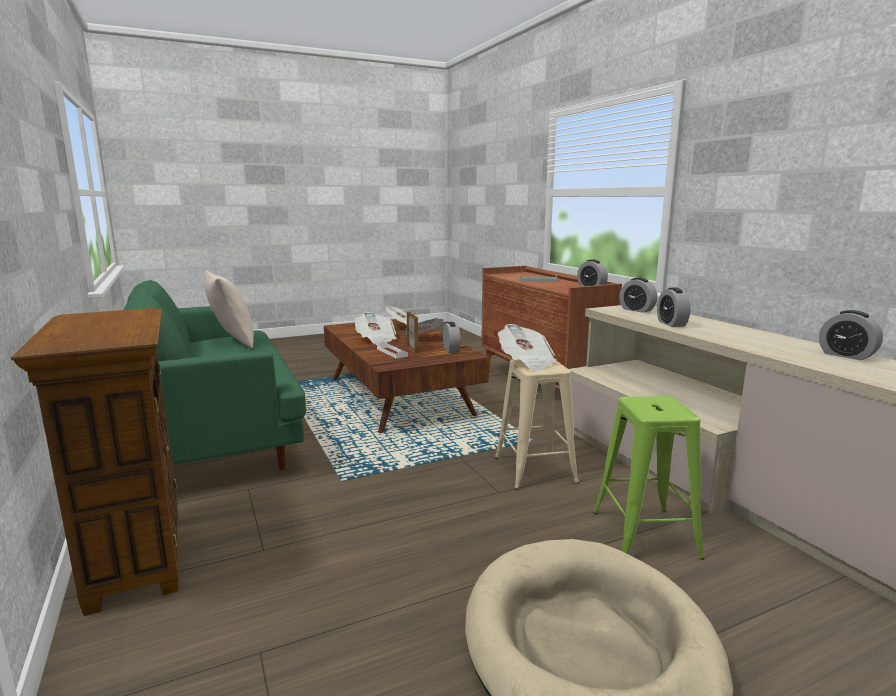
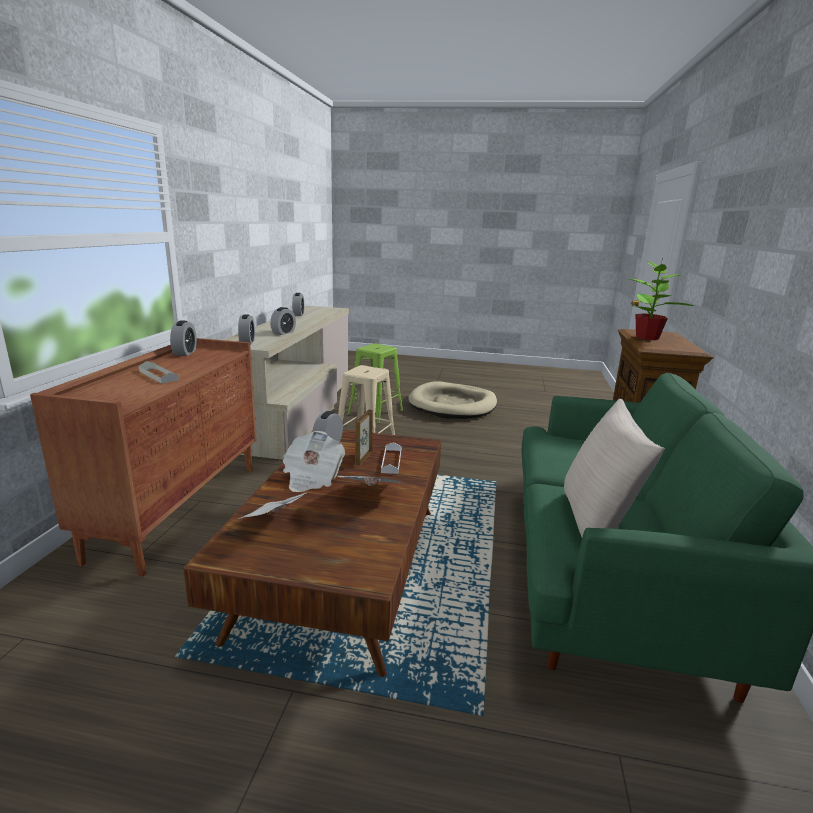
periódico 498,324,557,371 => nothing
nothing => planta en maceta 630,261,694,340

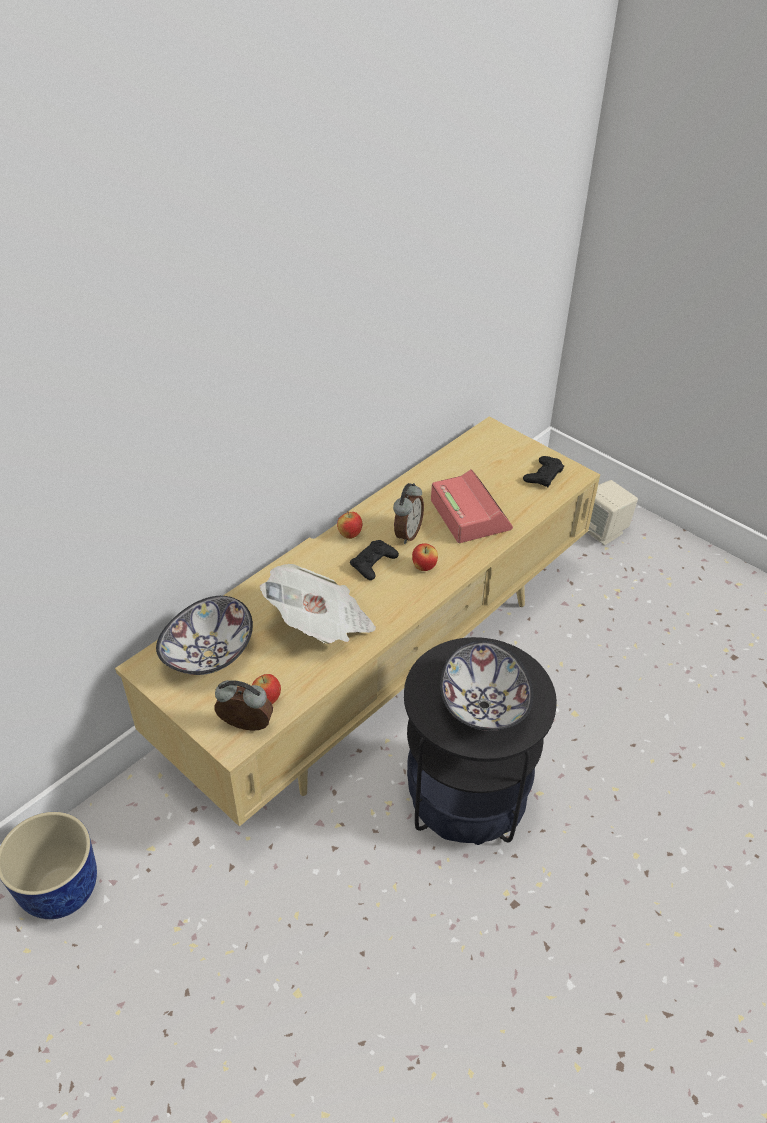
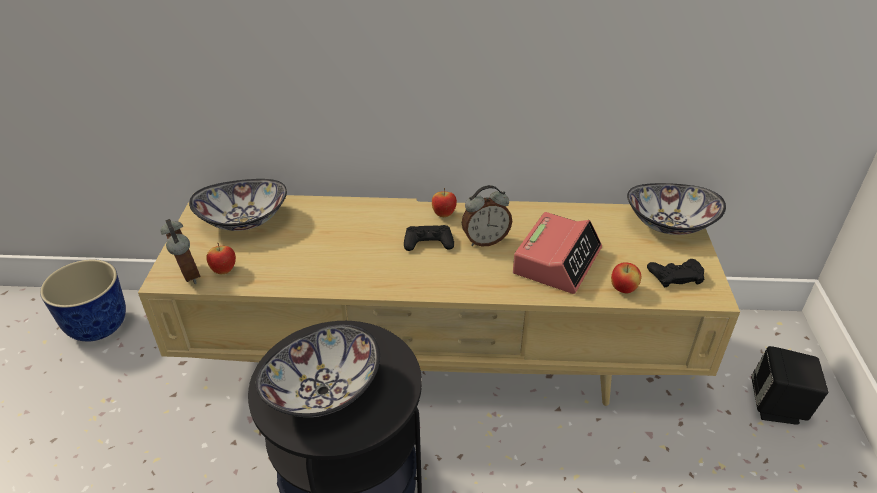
periódico 260,564,376,644 => nothing
manzana 412,543,438,571 => manzana 611,262,641,293, relocated
altavoz [beis] 587,480,638,546 => altavoz [negro] 751,346,828,425
nothing => cuenco 627,183,726,235

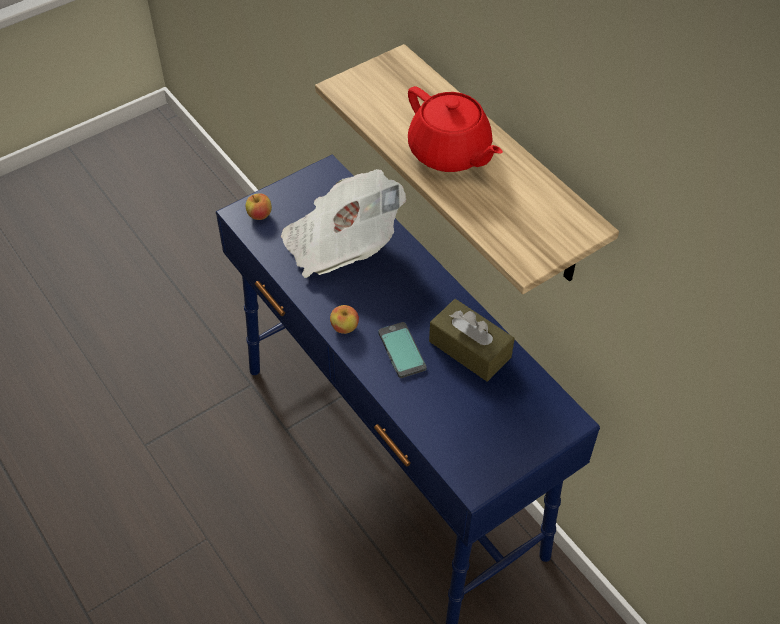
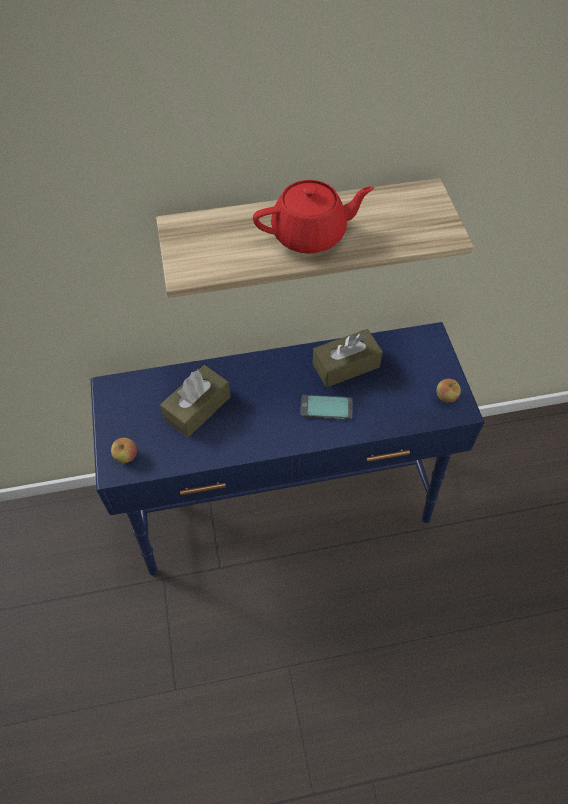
periódico 281,169,406,278 => caja de pañuelos [marrón] 160,365,230,438
manzana 330,305,359,334 => manzana 437,379,461,402, relocated

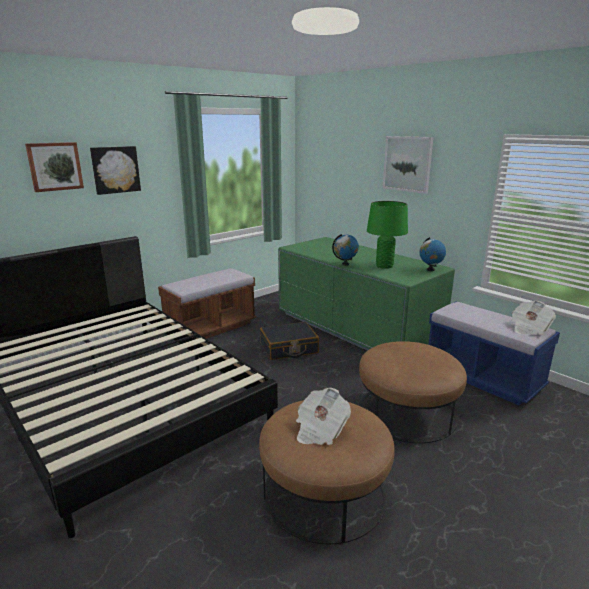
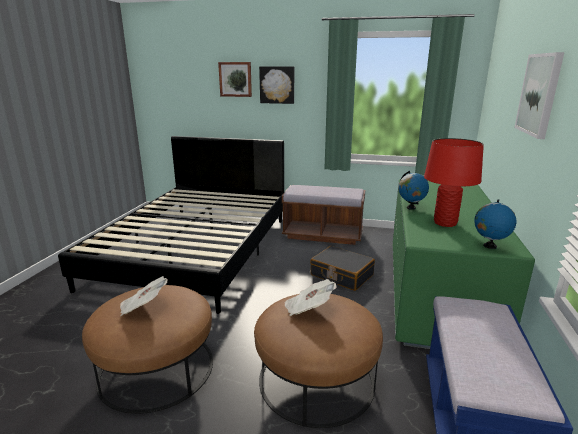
lámpara de mesa [verde] 367,201,408,269 => lámpara de mesa [rojo] 424,138,484,227
periódico 511,301,556,335 => periódico 284,279,336,316, relocated

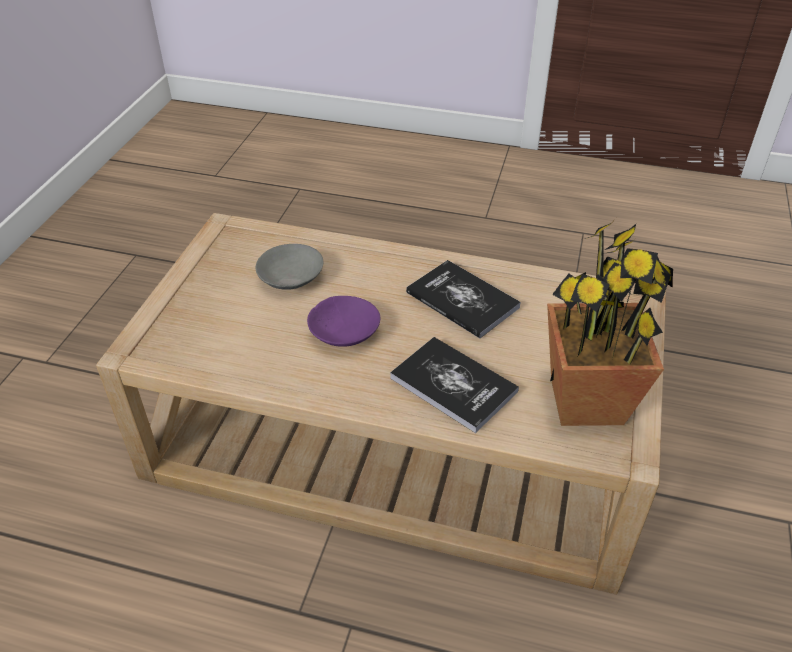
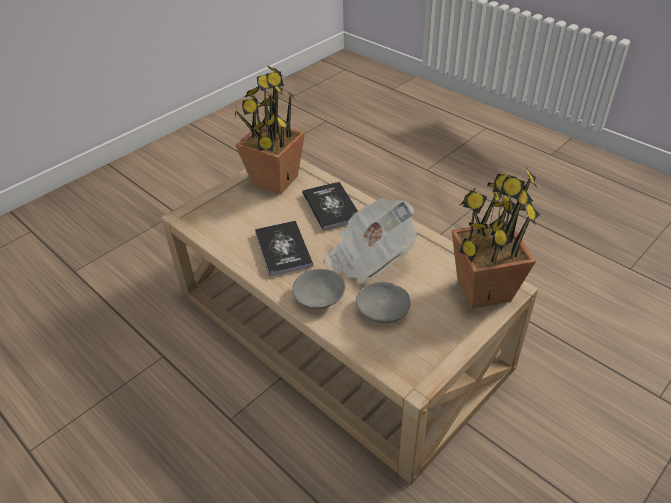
cuenco [morado] 307,296,380,347 => periódico 325,198,417,283
nothing => cuenco [gris] 292,269,346,309
nothing => planta en maceta 452,167,540,309

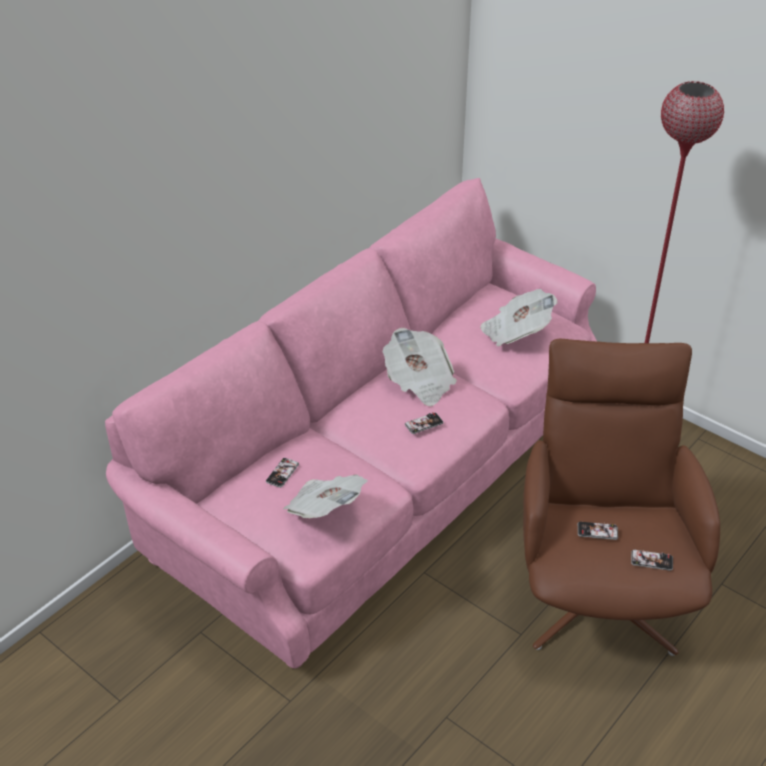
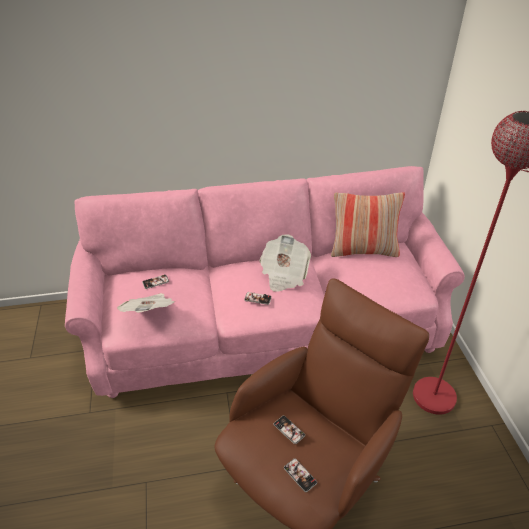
periódico 480,289,558,347 => nothing
nothing => cojín 331,192,405,257

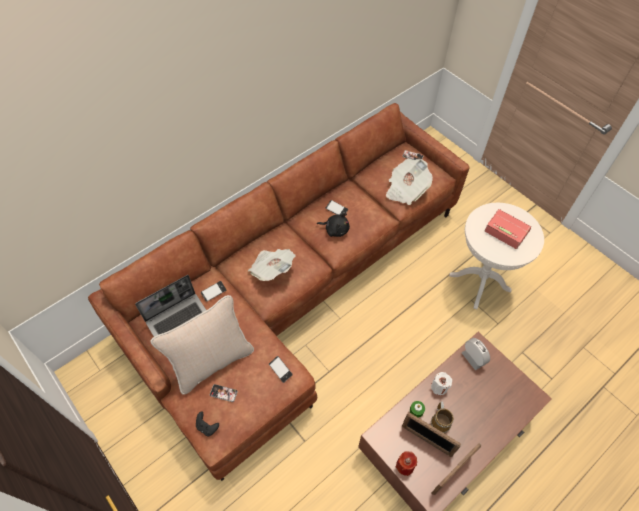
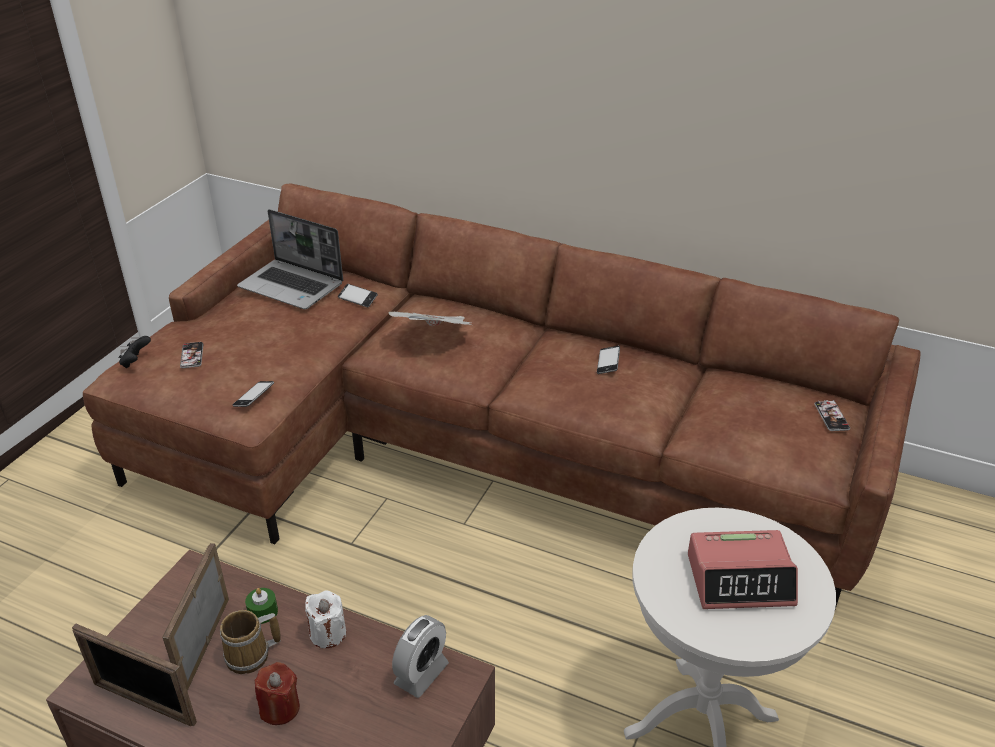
cojín [beis] 150,295,254,394 => nothing
peluche [negro] 317,214,350,237 => nothing
periódico 386,159,433,205 => nothing
vela [rojo] 395,451,417,476 => vela [rojo] 255,662,300,725, relocated
despertador 485,209,531,249 => despertador 688,530,798,609, 75 degrees clockwise

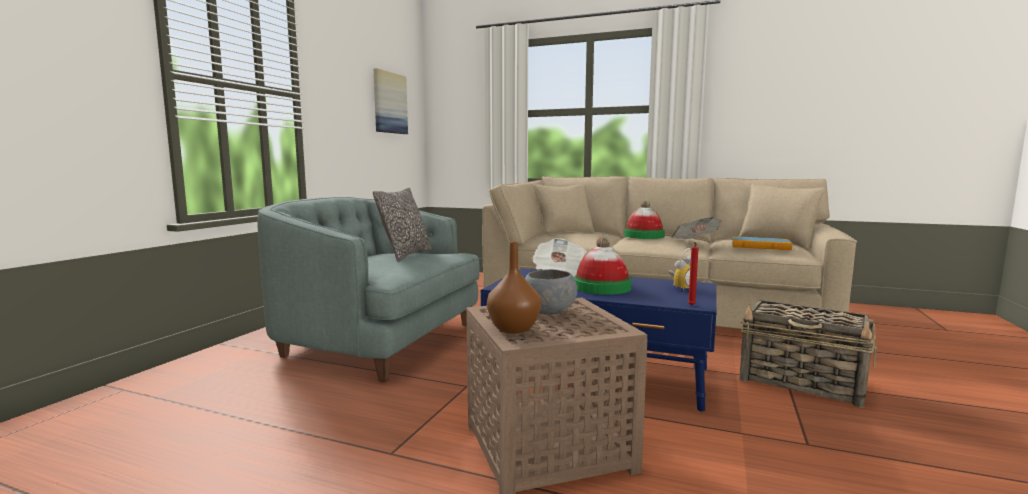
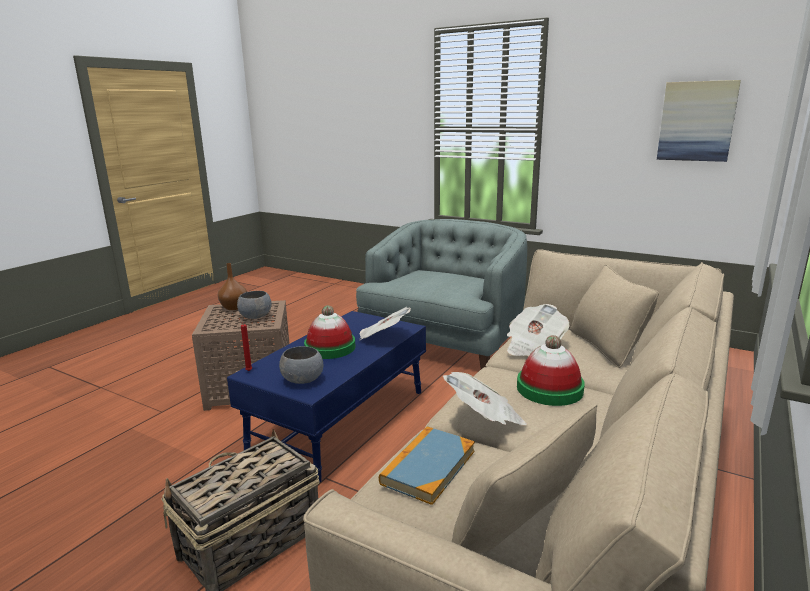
cojín 373,188,432,262 => nothing
despertador 668,248,691,291 => cuenco [gris] 279,346,323,384
nothing => periódico 507,304,570,356

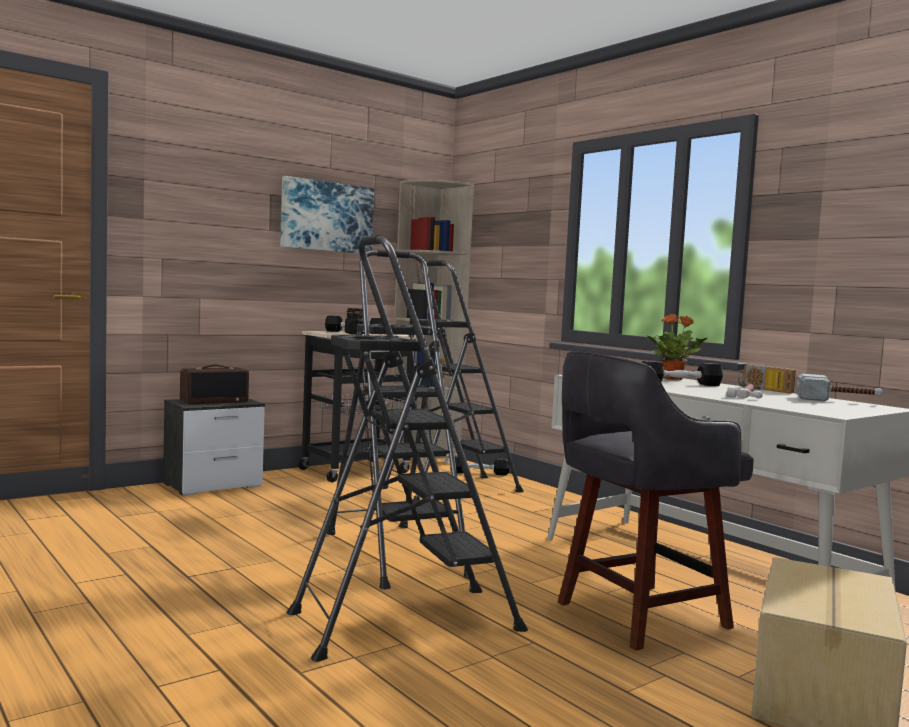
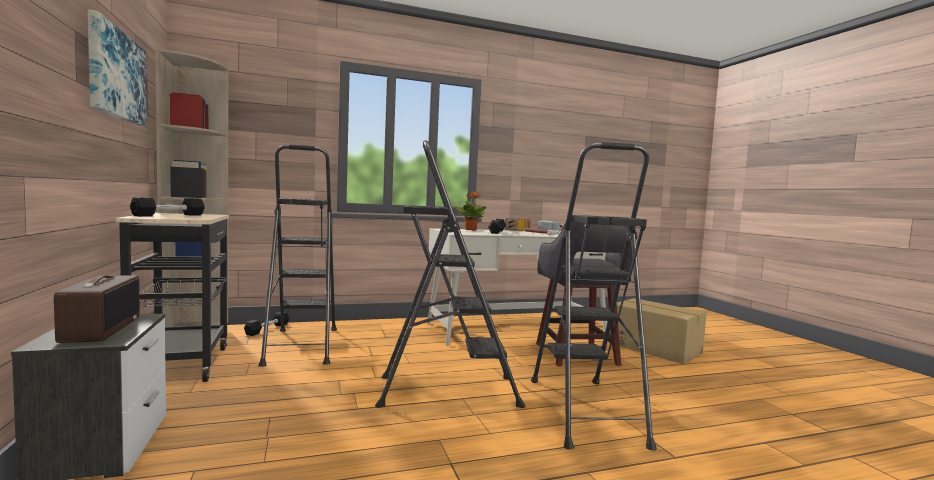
tarro [negro] 345,308,364,335 => nothing

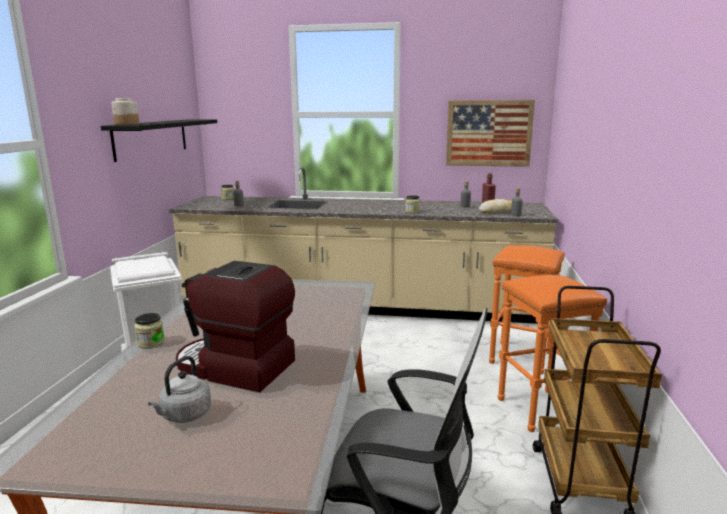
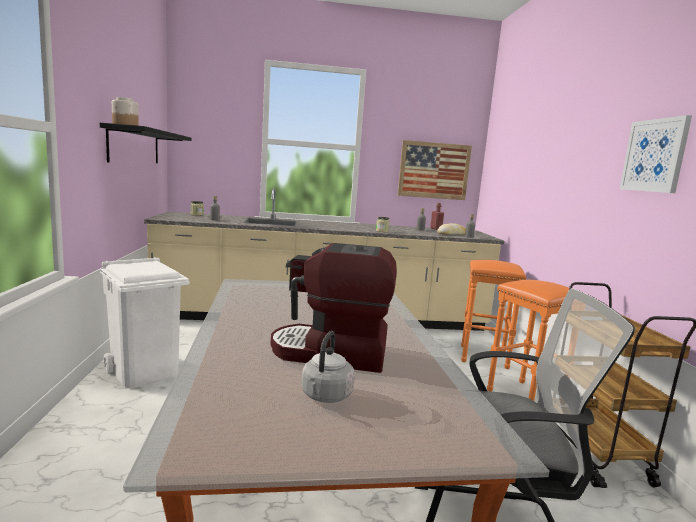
tarro 134,313,165,348 => nothing
nothing => cuadro 620,115,692,193

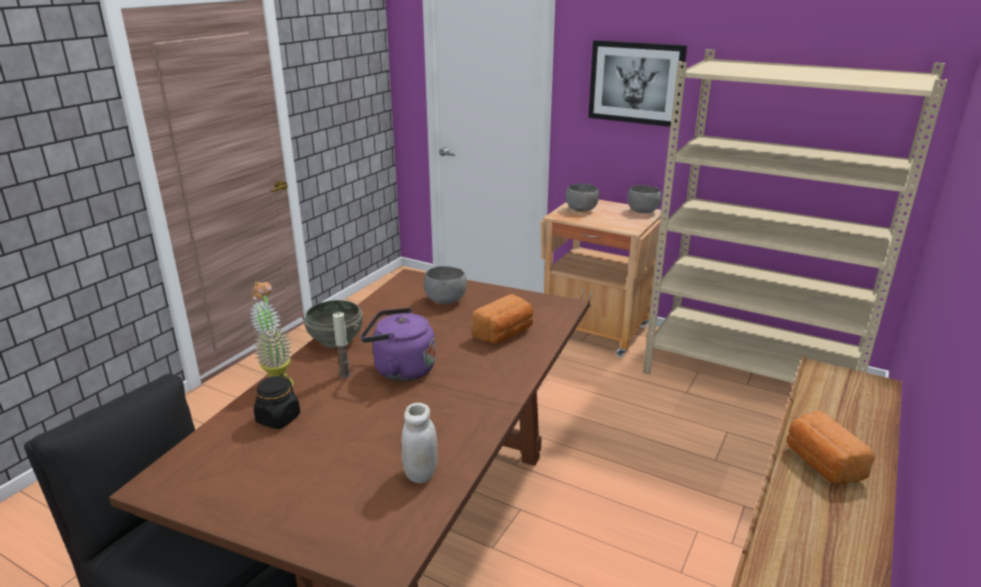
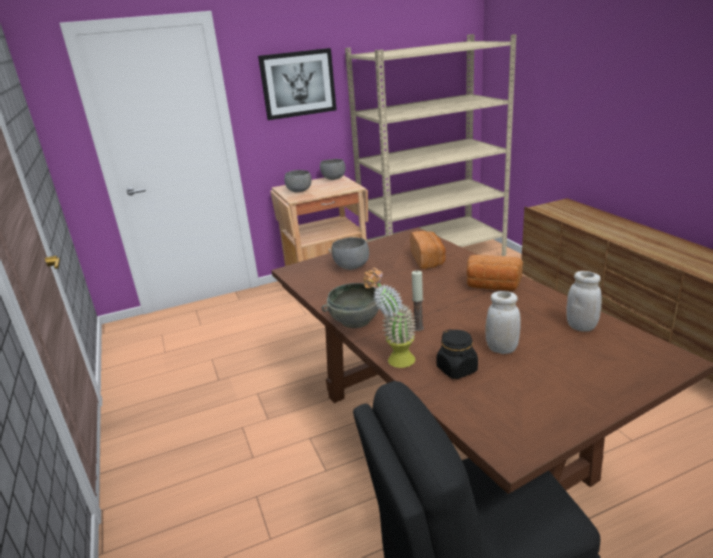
hervidor [morado] 361,308,436,381 => nothing
pan 786,411,875,484 => pan 466,255,523,291, relocated
nothing => tarro [blanco] 486,291,521,354

